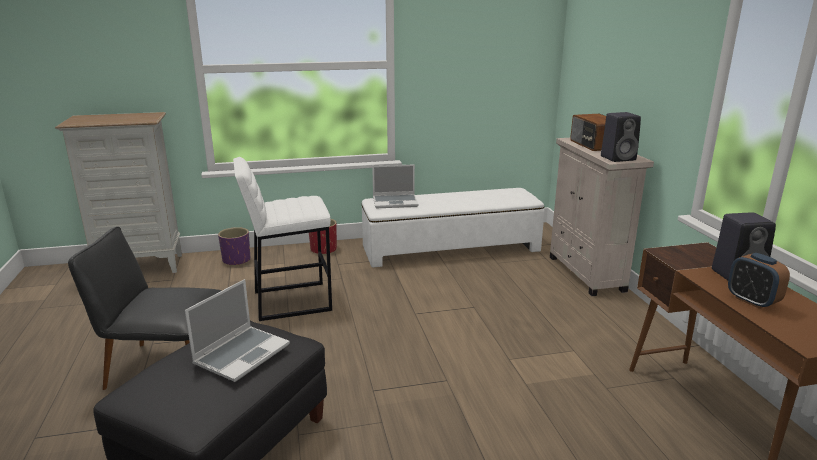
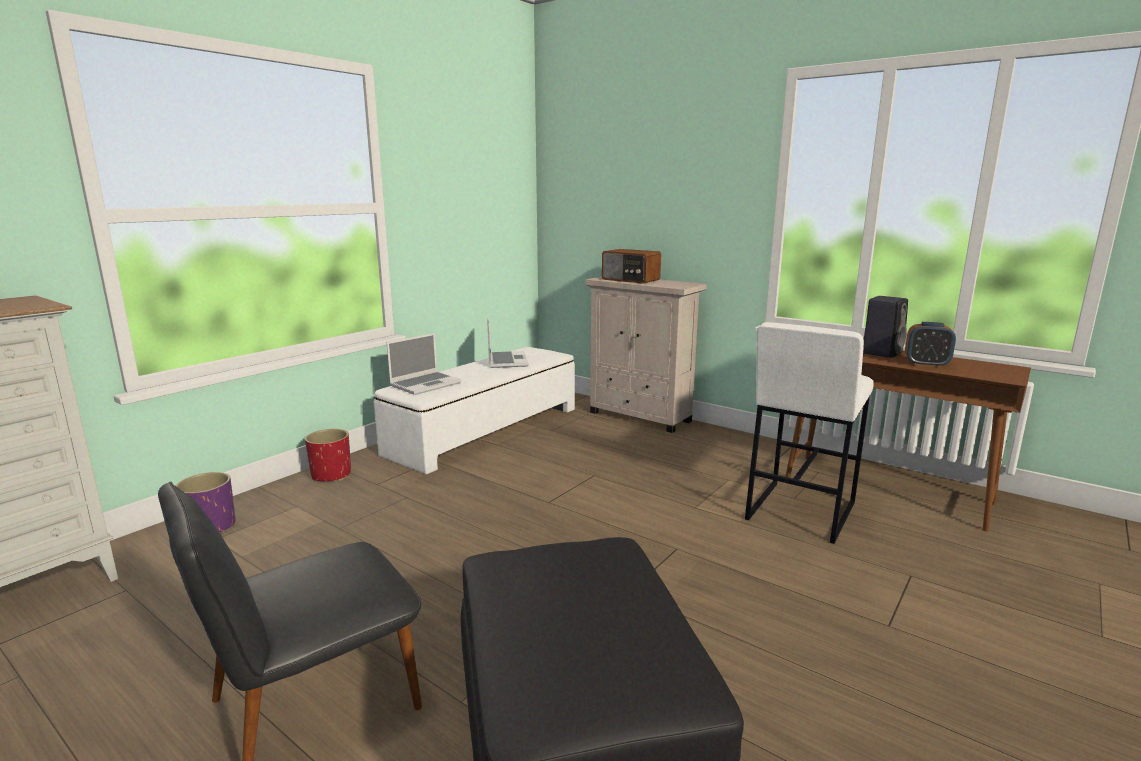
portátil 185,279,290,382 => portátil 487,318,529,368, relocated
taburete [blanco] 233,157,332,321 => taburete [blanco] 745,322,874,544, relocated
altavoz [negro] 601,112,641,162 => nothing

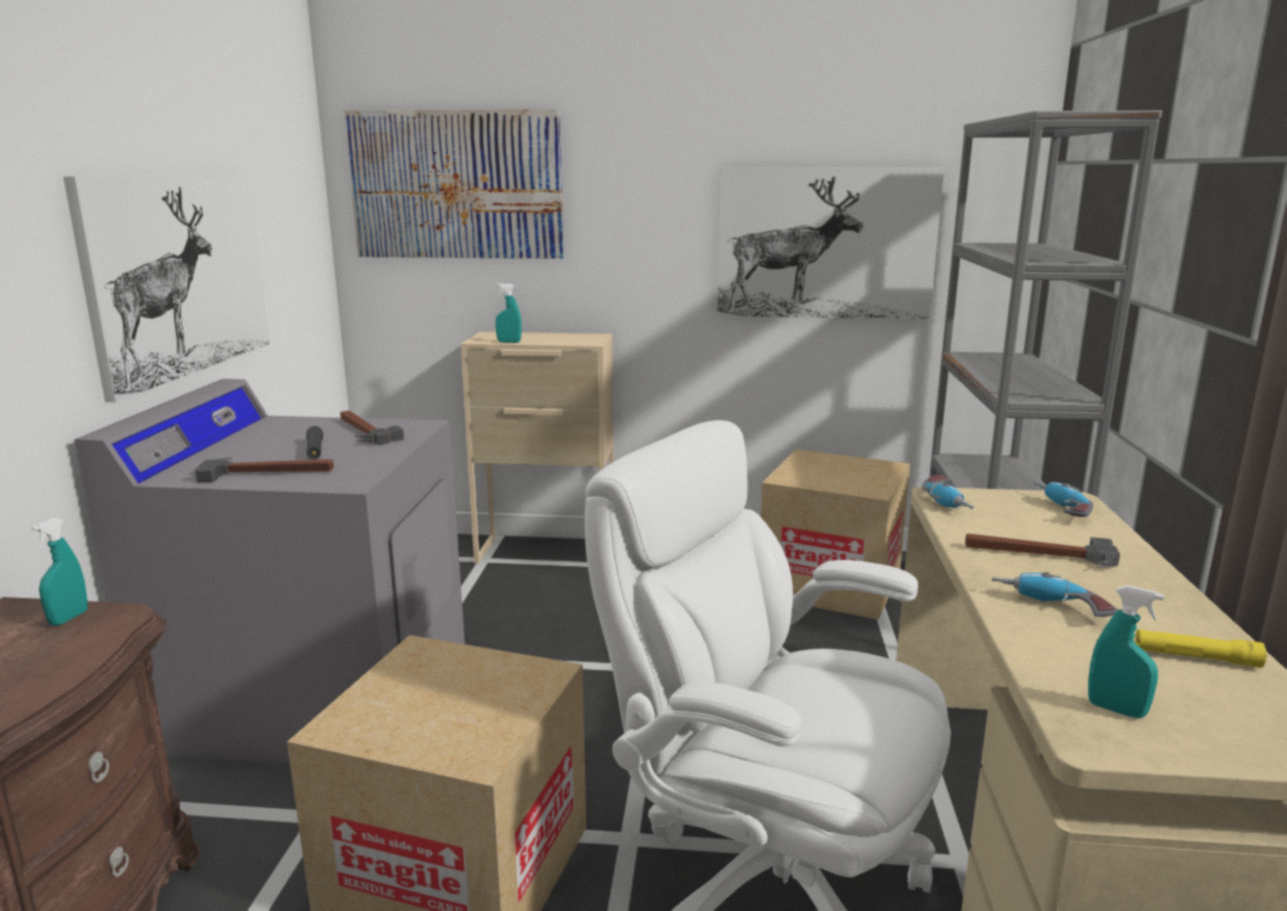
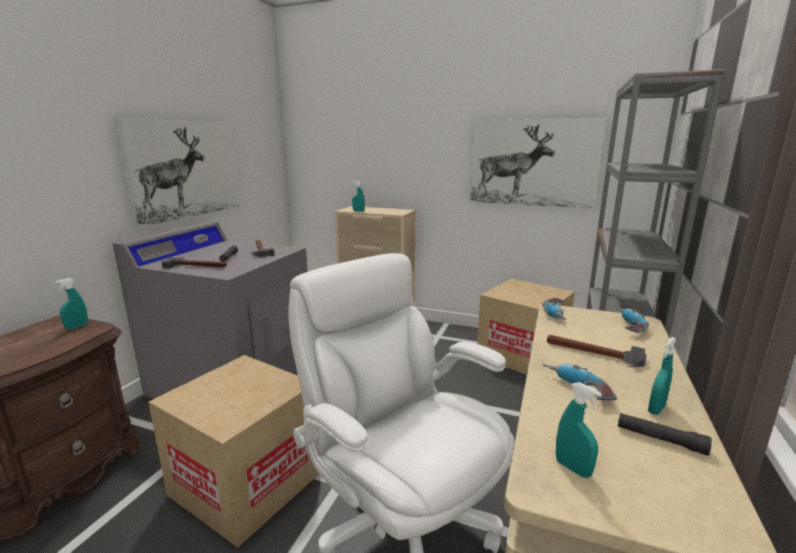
cuadro 345,109,564,259 => nothing
linterna [amarillo] 1135,630,1266,668 => linterna [negro] 618,413,712,456
nothing => pulverizador [turquesa] 648,337,676,415

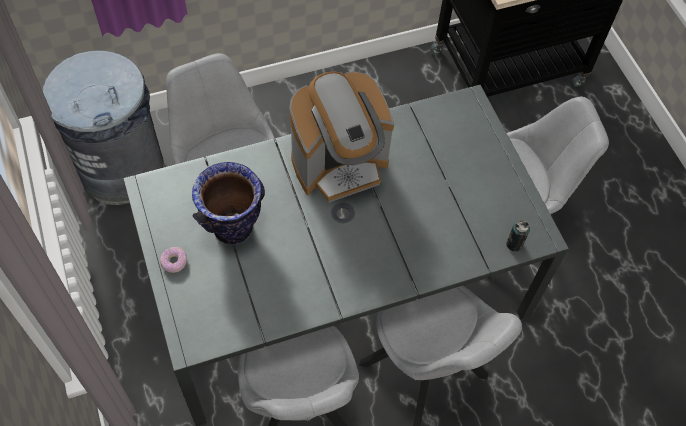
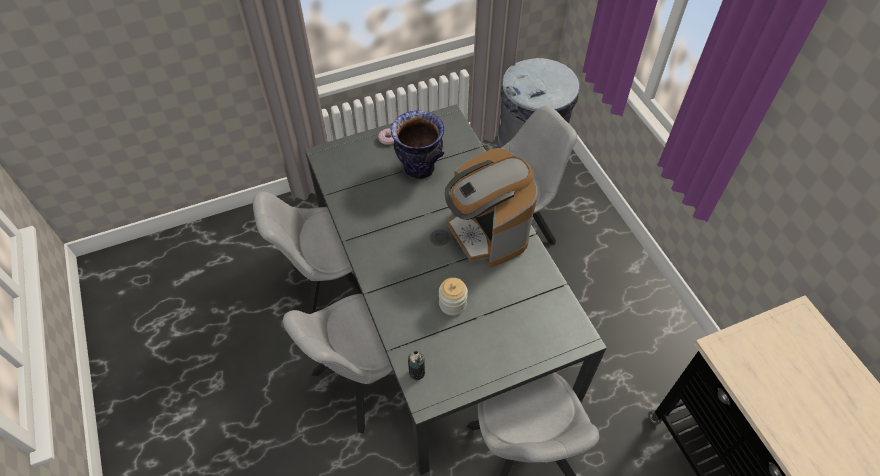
nothing => tarro 439,278,468,316

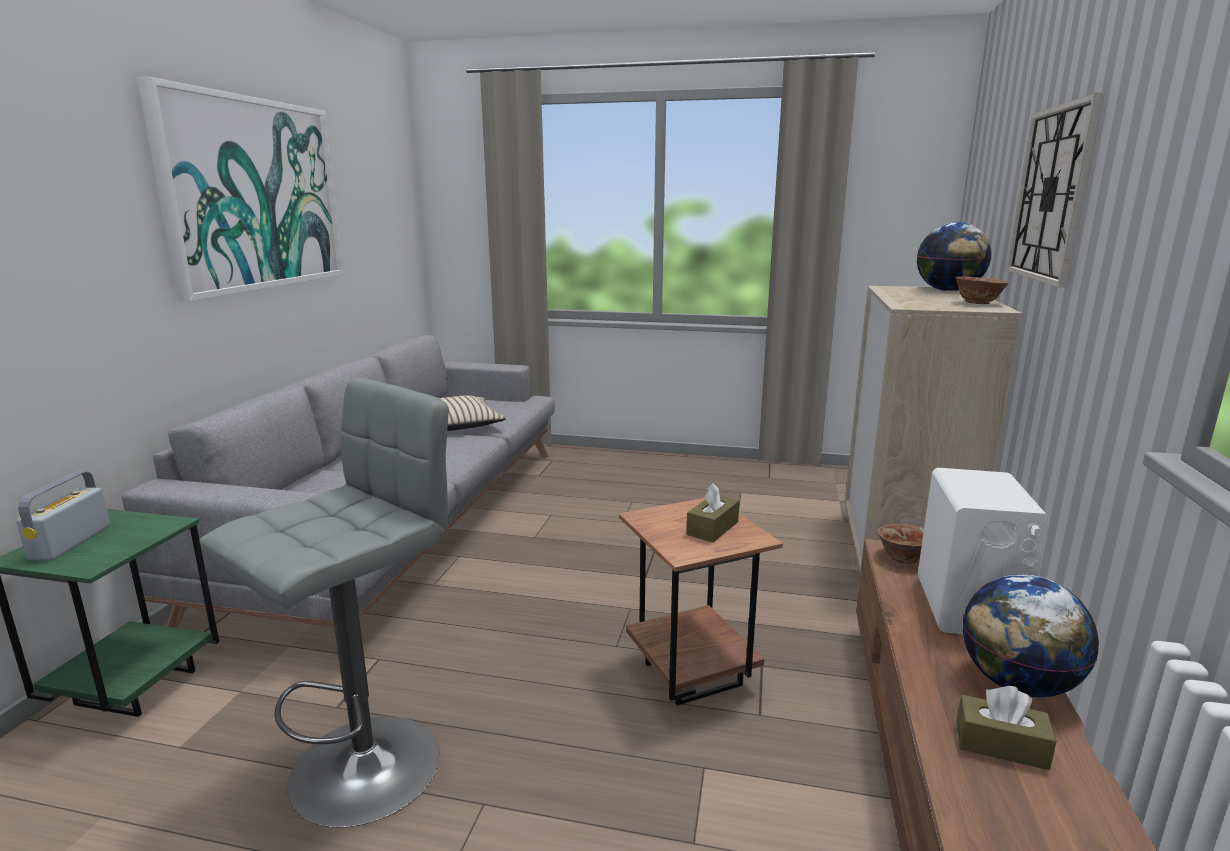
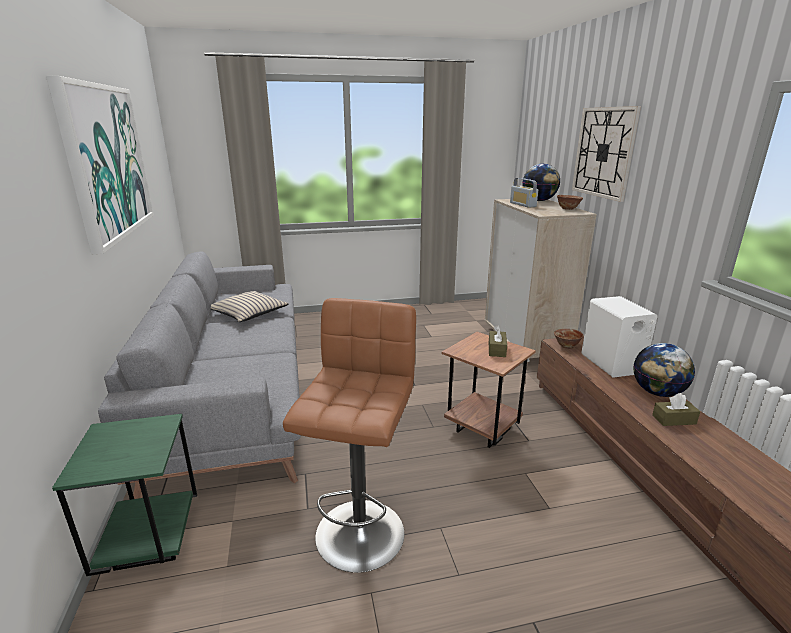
radio 16,471,110,561 => radio 510,178,538,208, relocated
taburete [gris] 200,378,449,828 => taburete [marrón] 283,298,416,573

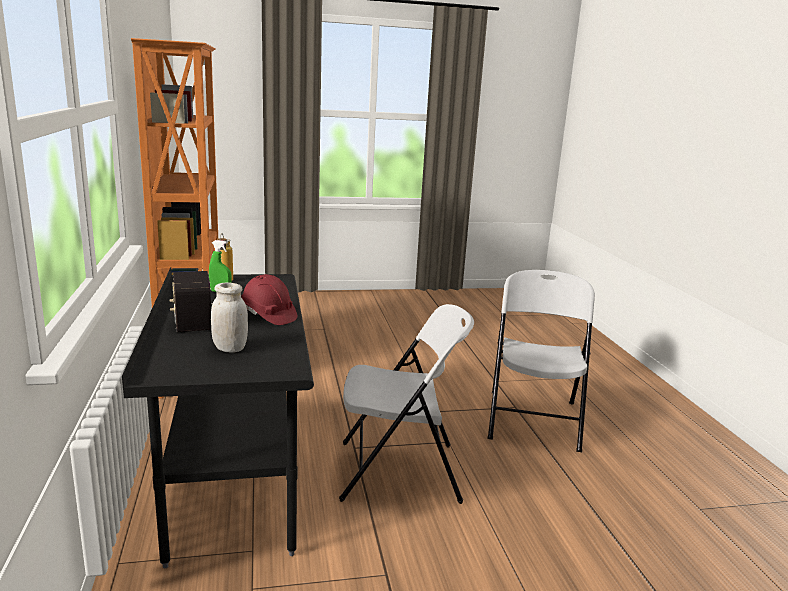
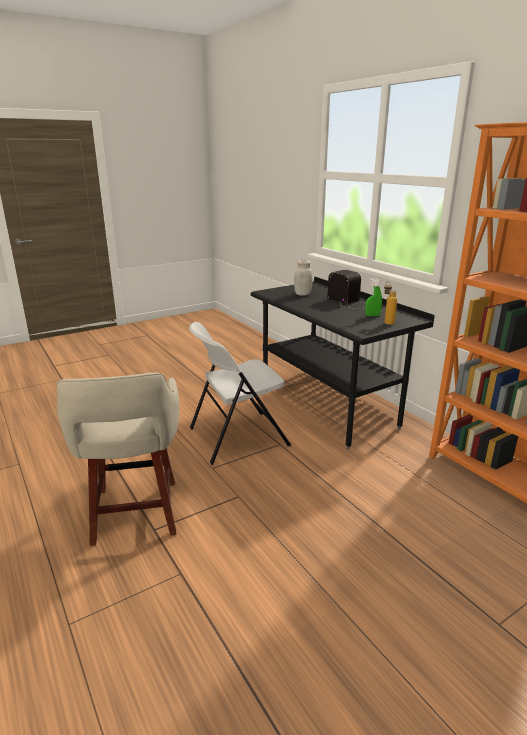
casco [rojo] 242,274,297,325 => nothing
silla [blanco] 487,270,595,452 => taburete [beis] 56,373,179,546

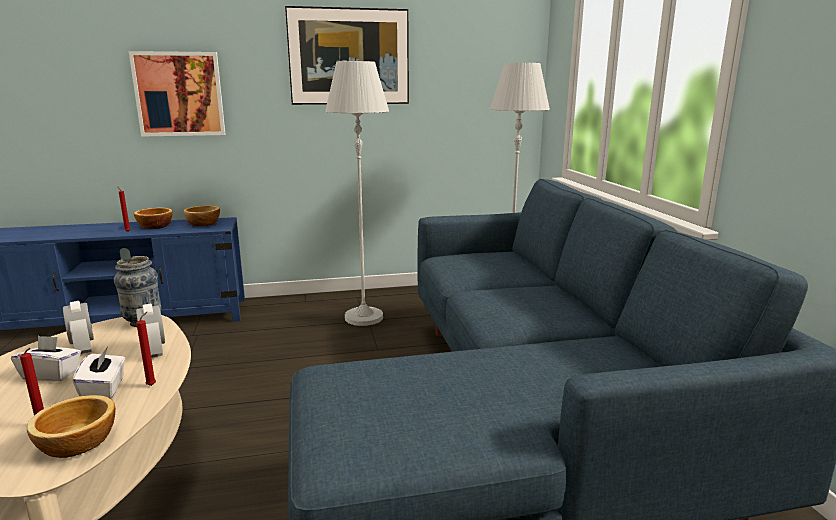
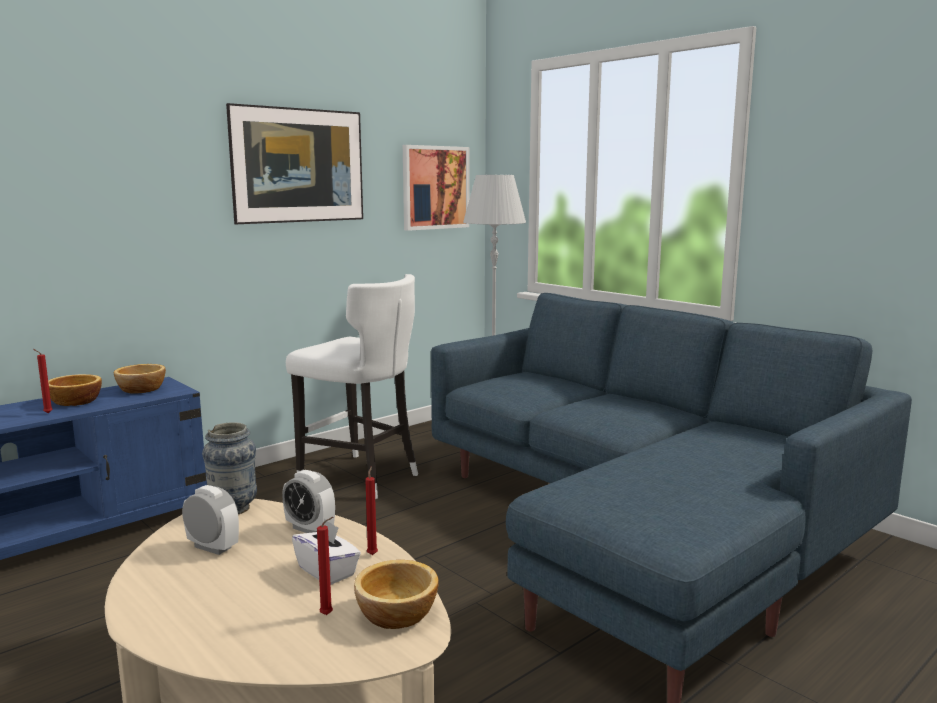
caja de pañuelos [blanco] 11,336,81,381 => nothing
cuadro 129,51,226,137 => cuadro 403,145,469,231, relocated
lámpara de pie [blanco] 325,61,389,326 => taburete [blanco] 286,274,418,499

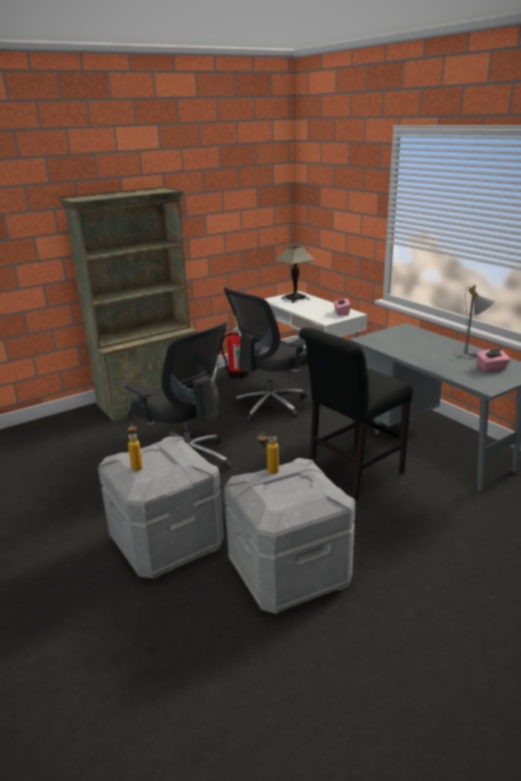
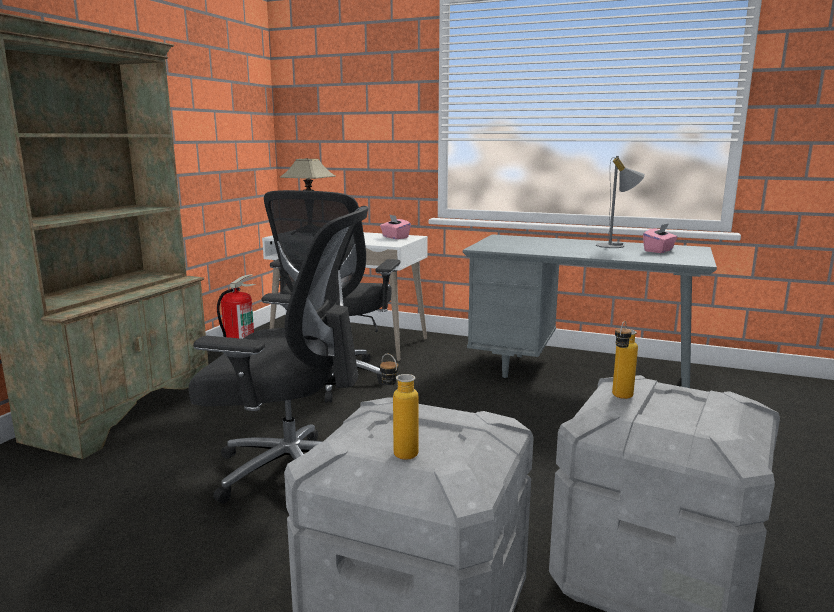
taburete [negro] 299,327,413,500 => nothing

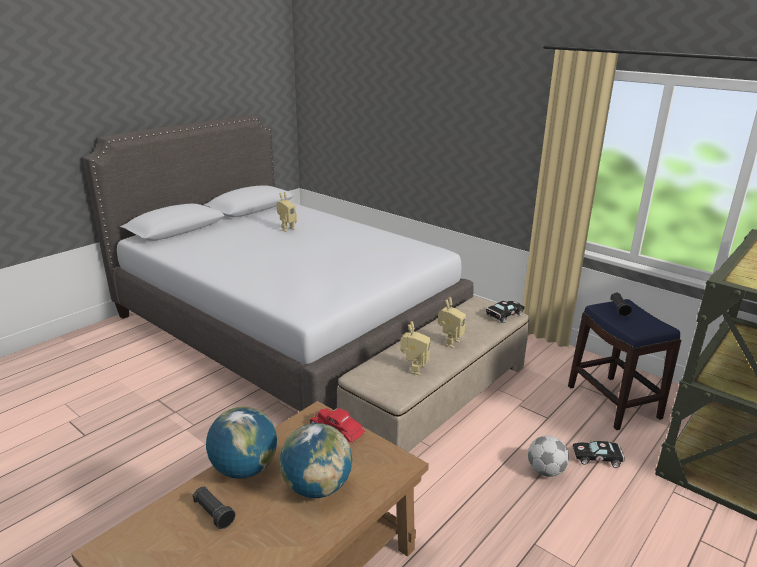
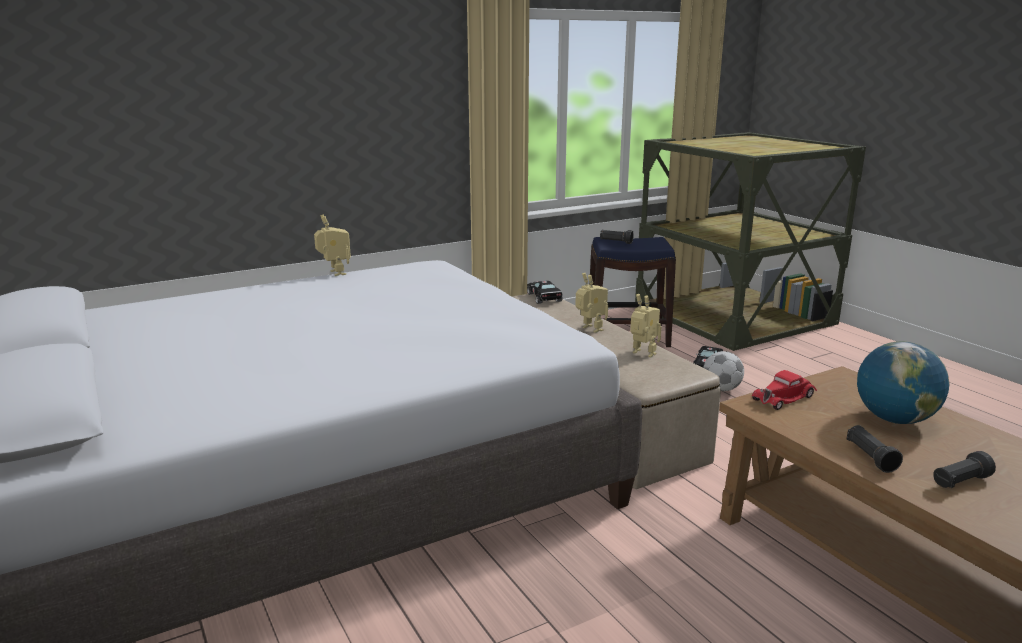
globo terráqueo 206,407,277,479 => linterna [negro] 847,425,903,473
robot de juguete 276,192,297,232 => robot de juguete 314,214,351,276, relocated

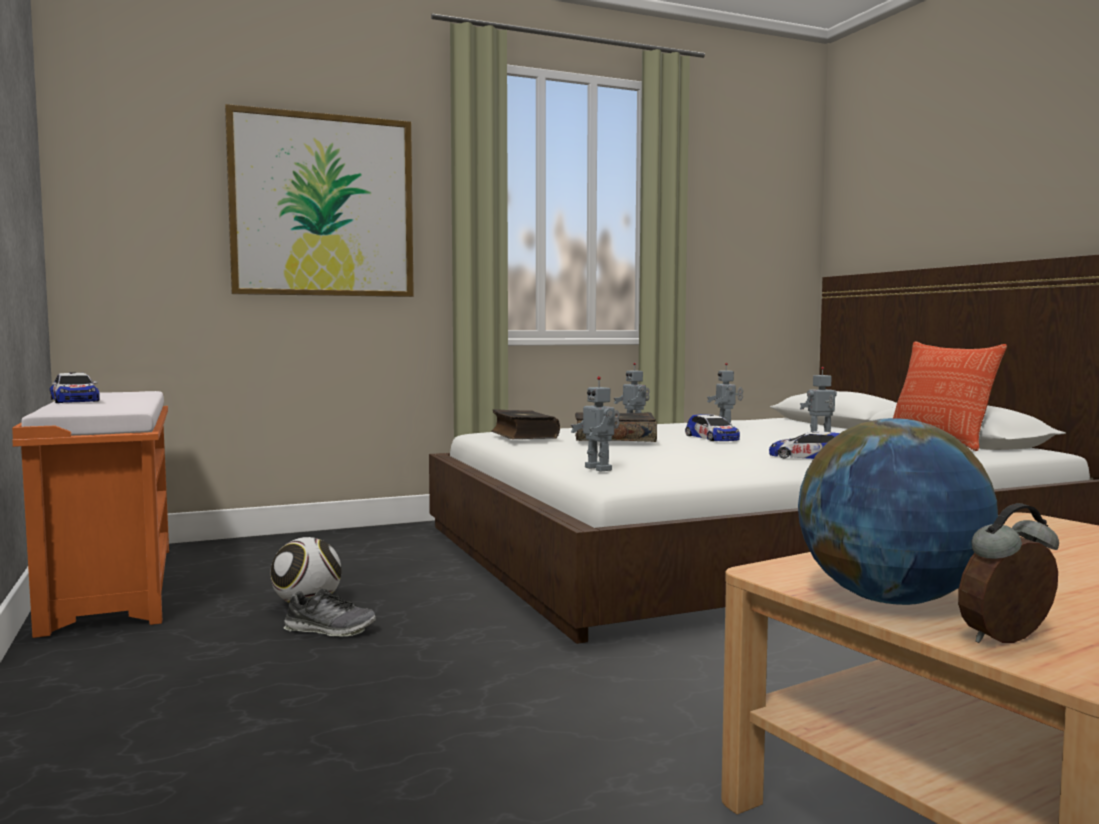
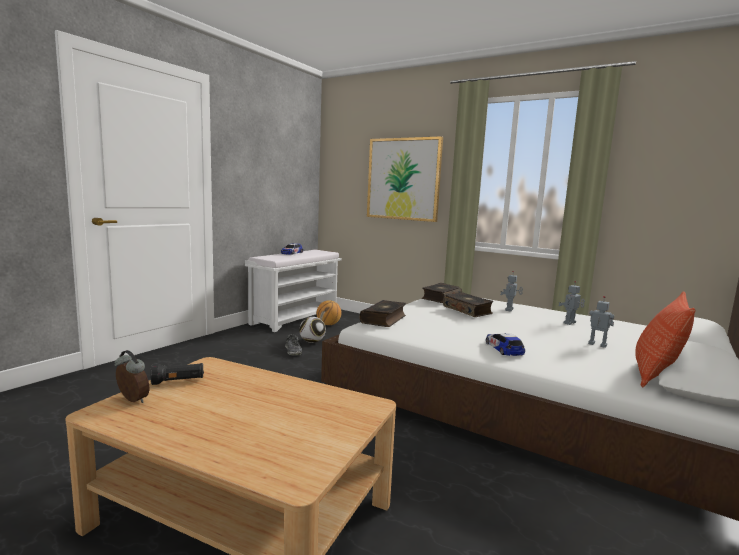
banco [naranja] 12,391,169,638 => banco [blanco] 245,250,342,332
robot de juguete 571,376,620,472 => libro 360,300,406,327
coche de juguete 685,414,740,441 => nothing
globo terráqueo 798,418,998,605 => linterna [negro] 150,363,204,385
nothing => balón de baloncesto 317,300,342,325

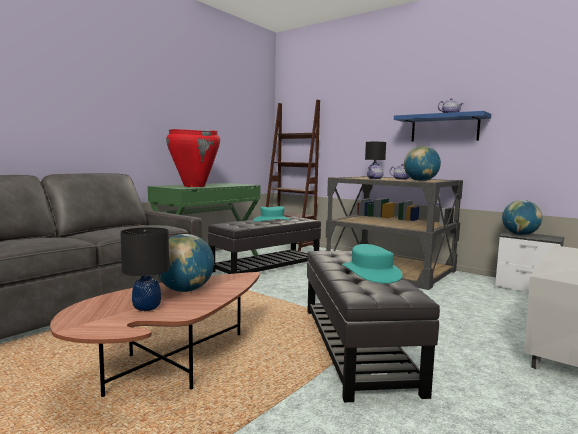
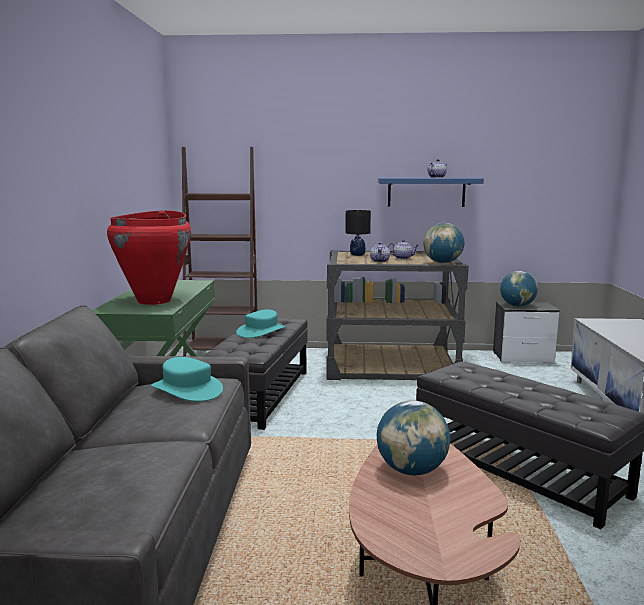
lámpara de mesa [negro] 120,227,169,311 => nothing
sombrero [turquesa] 342,244,403,284 => sombrero [turquesa] 151,357,223,402, relocated

